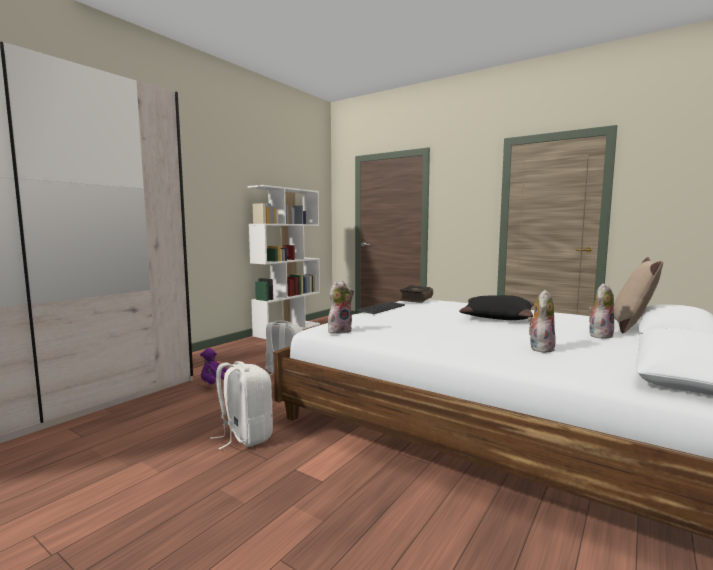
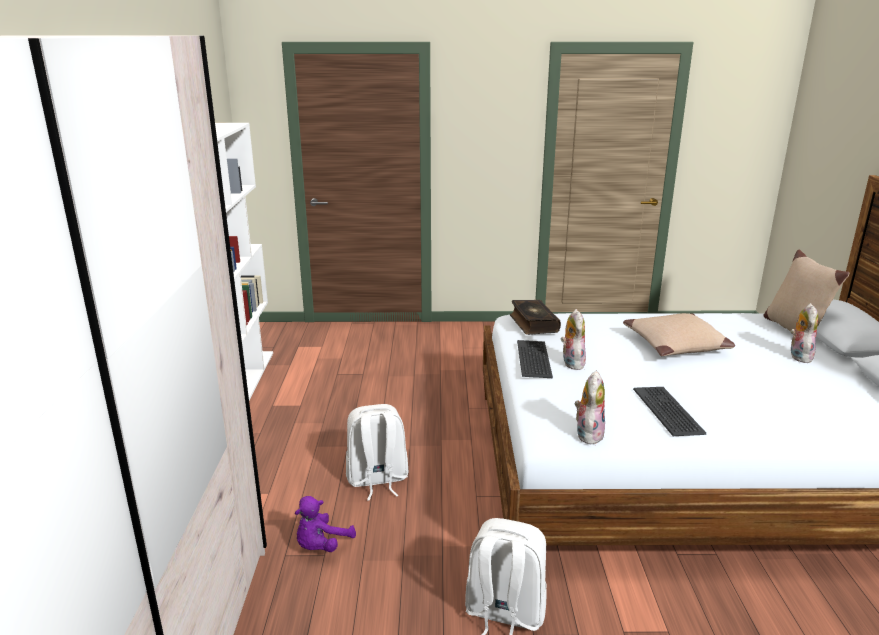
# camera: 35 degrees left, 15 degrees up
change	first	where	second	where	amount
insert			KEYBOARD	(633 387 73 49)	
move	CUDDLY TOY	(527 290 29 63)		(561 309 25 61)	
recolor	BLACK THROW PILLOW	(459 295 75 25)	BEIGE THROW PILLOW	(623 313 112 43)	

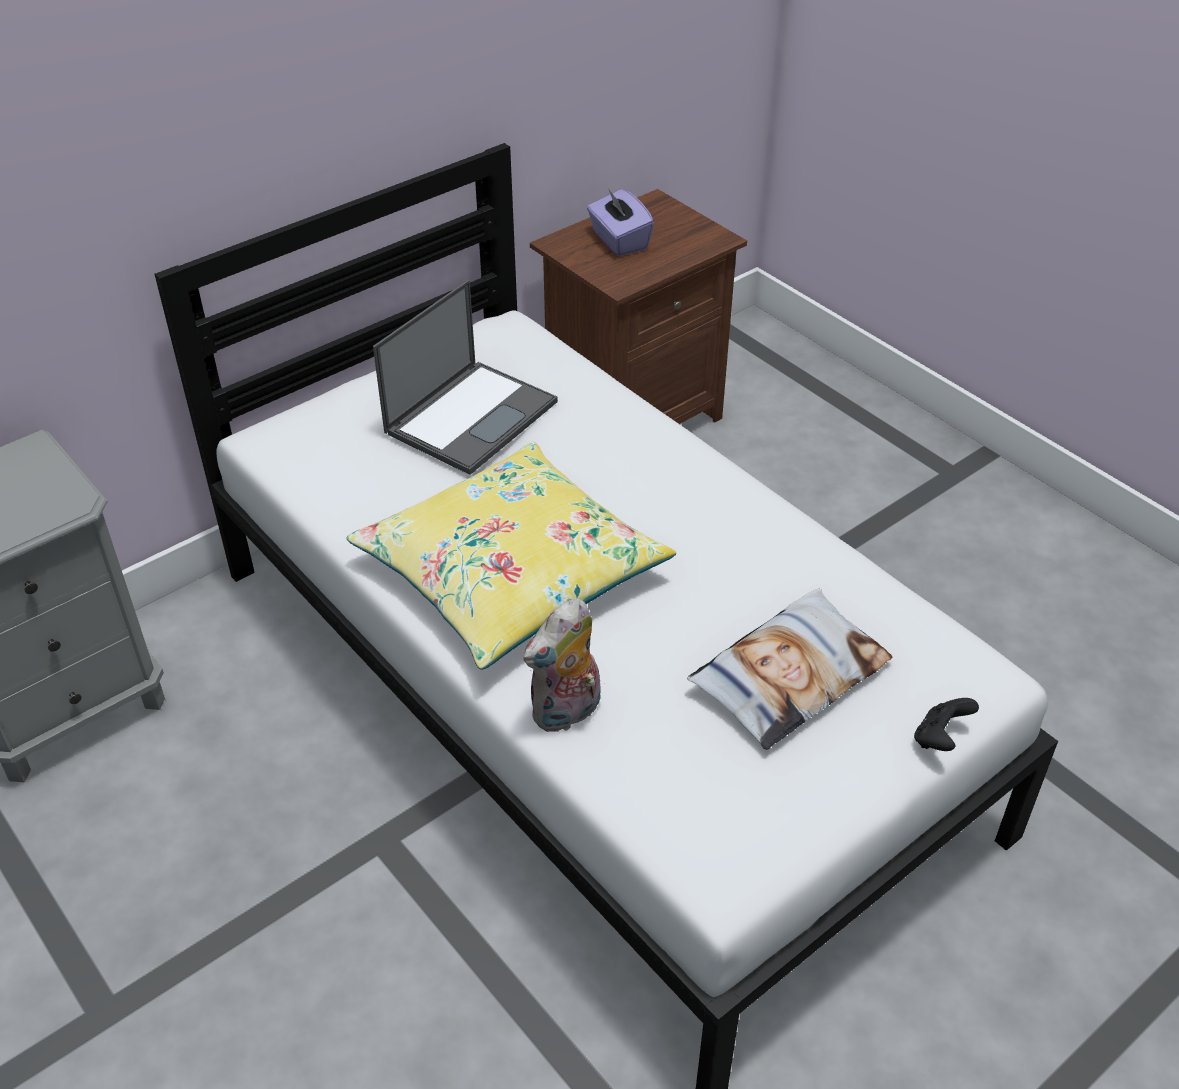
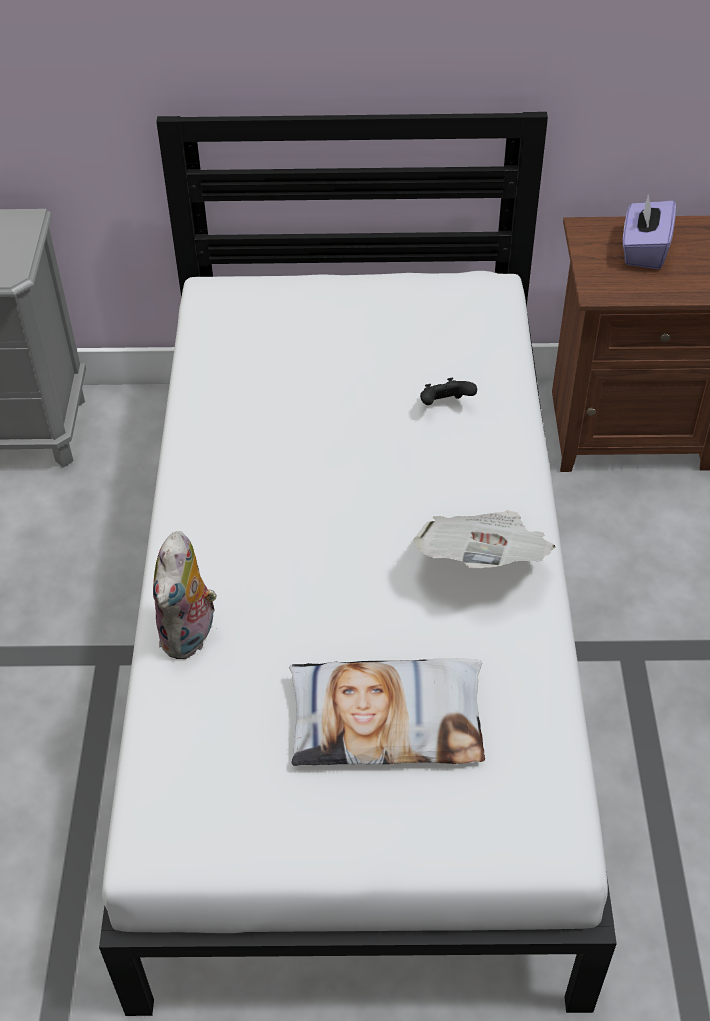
# camera: 40 degrees right, 5 degrees up
change	first	where	second	where	amount
delete	YELLOW-COLOURED THROW PILLOW	(346 442 330 228)			
delete	NOTEBOOK COMPUTER	(373 280 185 195)			
insert			PRINTED PAPER	(413 511 143 57)	
move	BLACK JOYPAD	(914 698 65 53)		(420 378 57 27)	
rotate	CUDDLY TOY	(524 598 77 134)		(153 531 64 128)	75 degrees counterclockwise

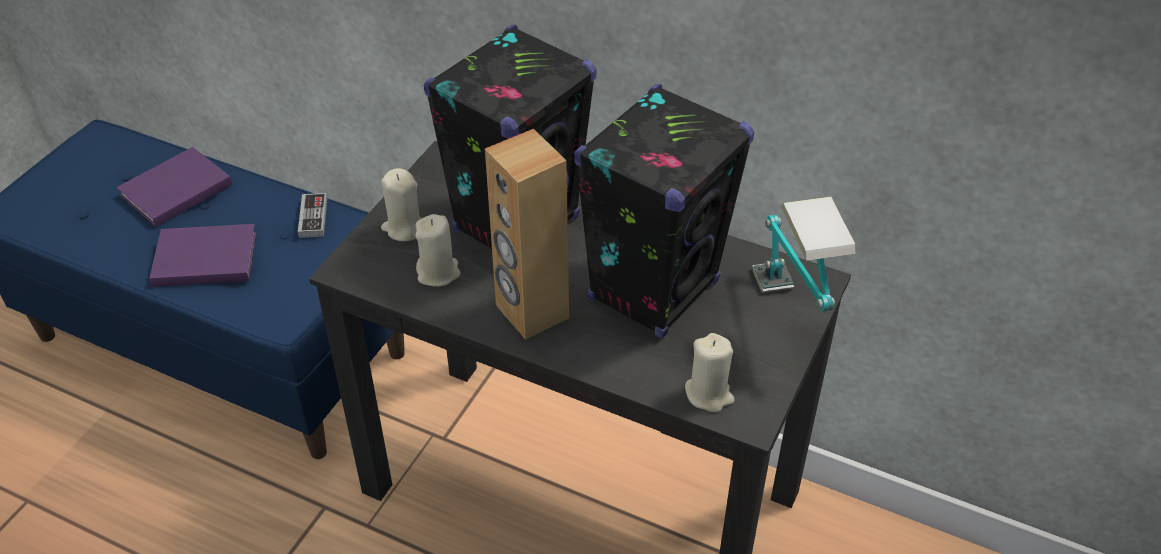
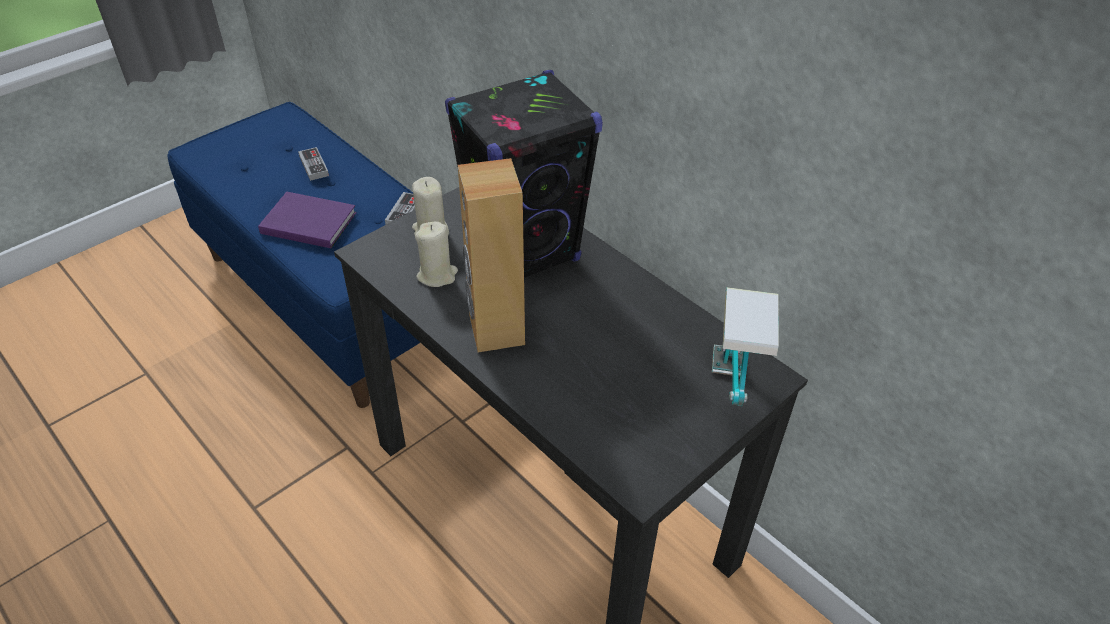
# camera: 20 degrees right, 0 degrees up
change	first	where	second	where	amount
delete	BLACK LOUDSPEAKER	(574 84 180 254)			
delete	BEIGE WAX CANDLE	(685 333 50 80)			
replace	PURPLE VOLUME	(116 147 116 80)	JOYPAD	(298 147 31 34)	

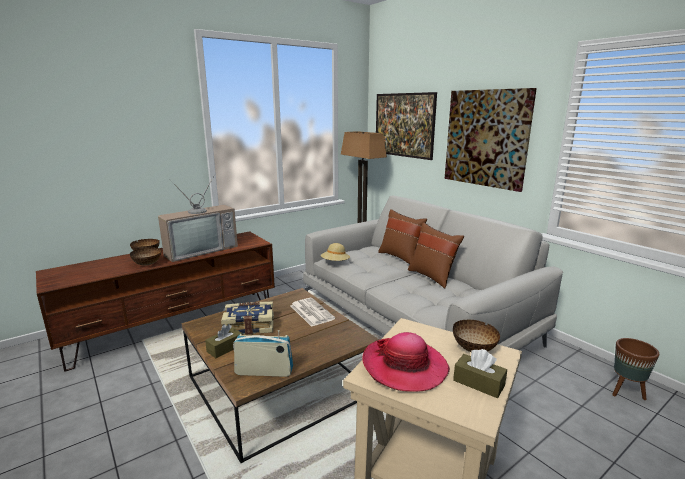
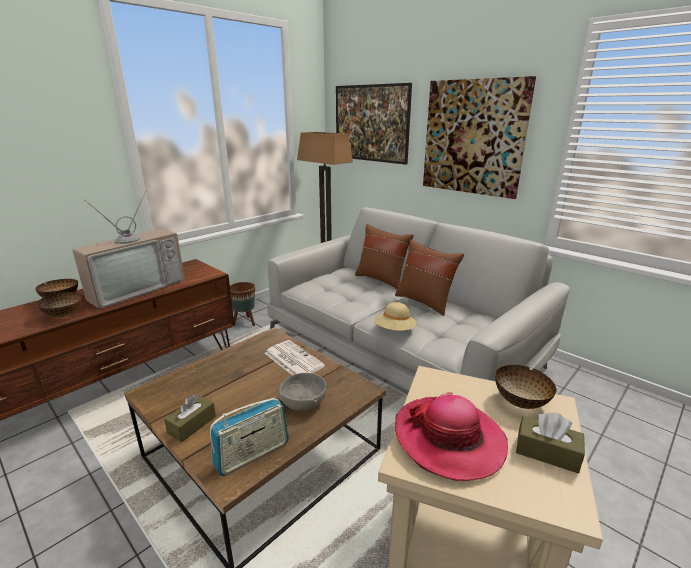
# camera: 10 degrees left, 5 degrees up
change	first	where	second	where	amount
delete	VOLUME	(221 302 53 33)			
insert			GREYISH BOWL	(279 373 47 38)	
move	BEIGE CLOTHING HAT	(321 243 29 18)		(374 302 43 29)	
move	BROWN FLOWER POT	(612 338 47 62)		(230 282 25 44)	
rotate	RADIO	(233 330 60 47)		(210 398 79 78)	150 degrees clockwise

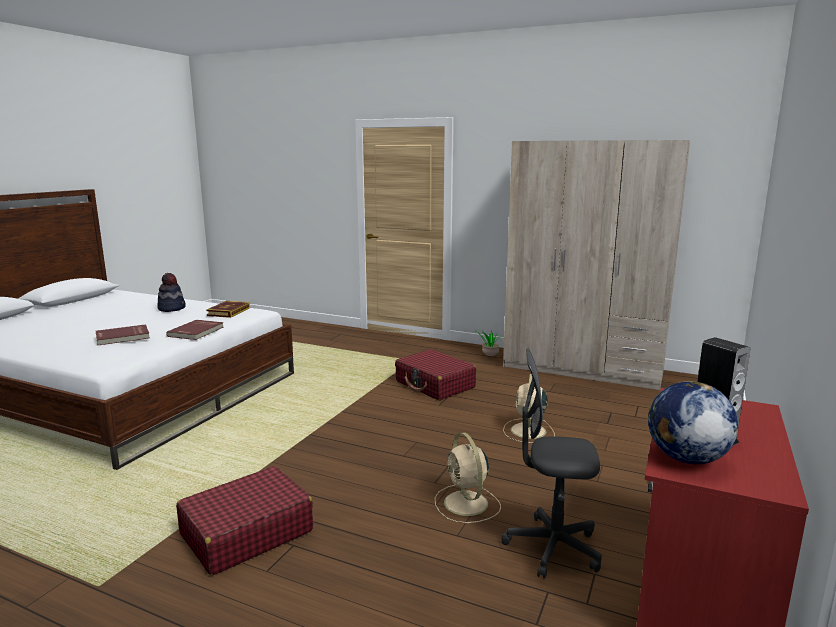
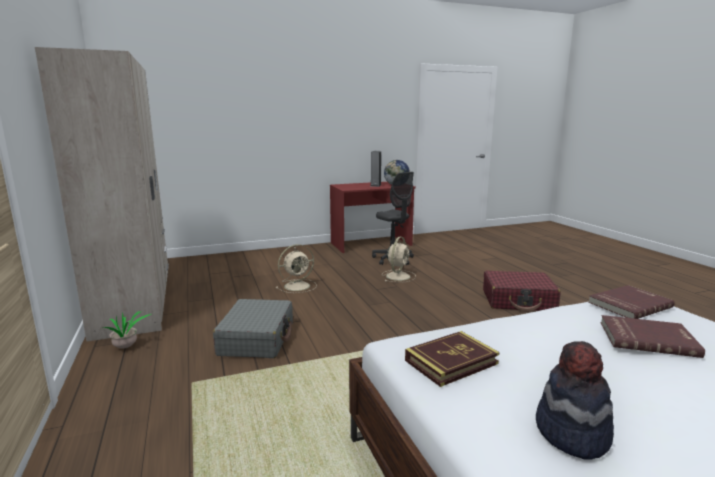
# camera: 135 degrees left, 0 degrees up
change	first	where	second	where	amount
move	RED-COLOURED VOLUME	(166 320 58 20)		(588 285 87 34)	
recolor	RED-COLOURED TRAVEL CASE	(395 349 81 52)	GREYISH TRAVEL CASE	(213 299 80 59)	

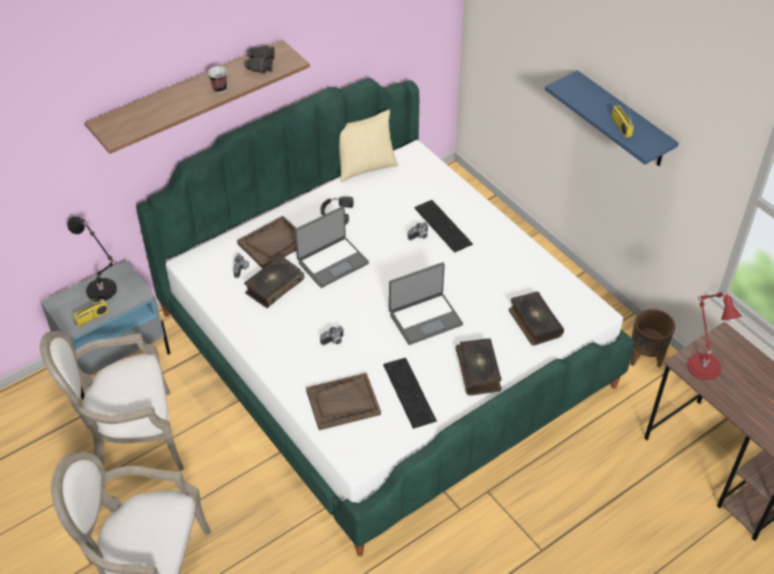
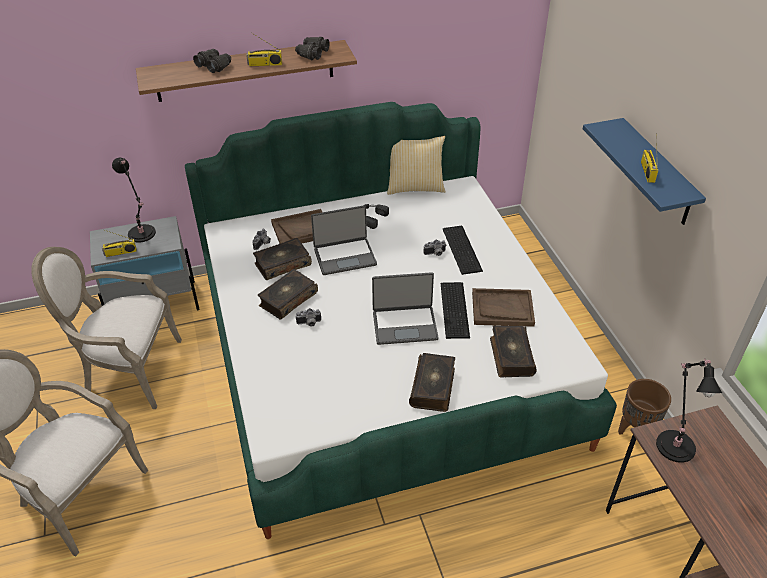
# camera: 20 degrees right, 5 degrees down
change	first	where	second	where	amount
insert			BLACK FIELD GLASSES	(193 49 38 24)	
insert			VOLUME	(258 269 60 51)	
move	BROWN TRAY	(306 373 75 57)		(472 288 63 39)	
move	KEYBOARD	(383 358 54 71)		(441 282 29 57)	
replace	CUP	(208 66 19 27)	RADIO	(246 33 36 33)	
recolor	RED-COLOURED LAMP FOR A TABLE	(688 291 54 89)	BLACK LAMP FOR A TABLE	(656 358 66 105)	

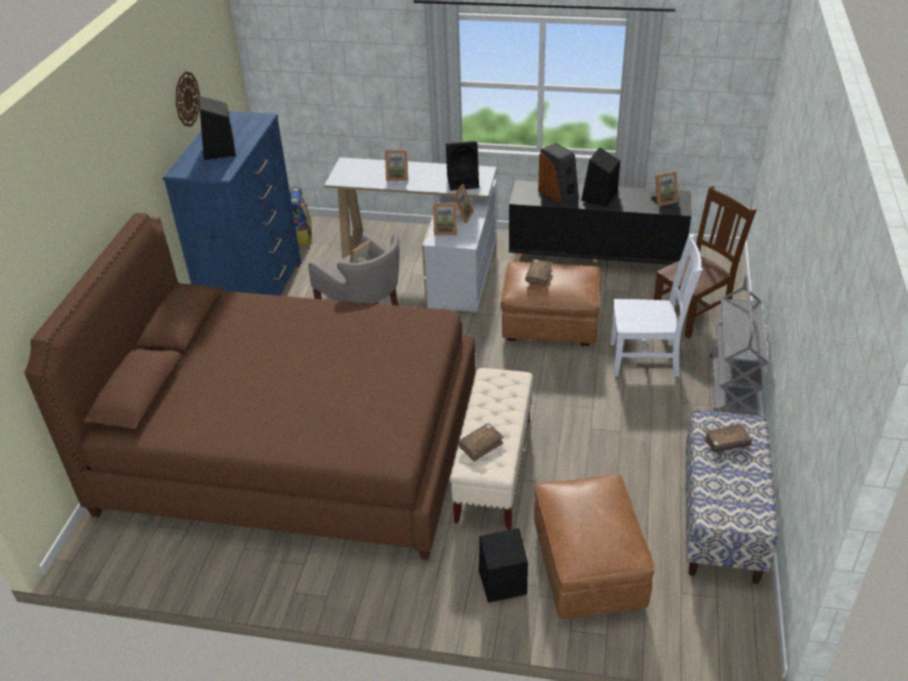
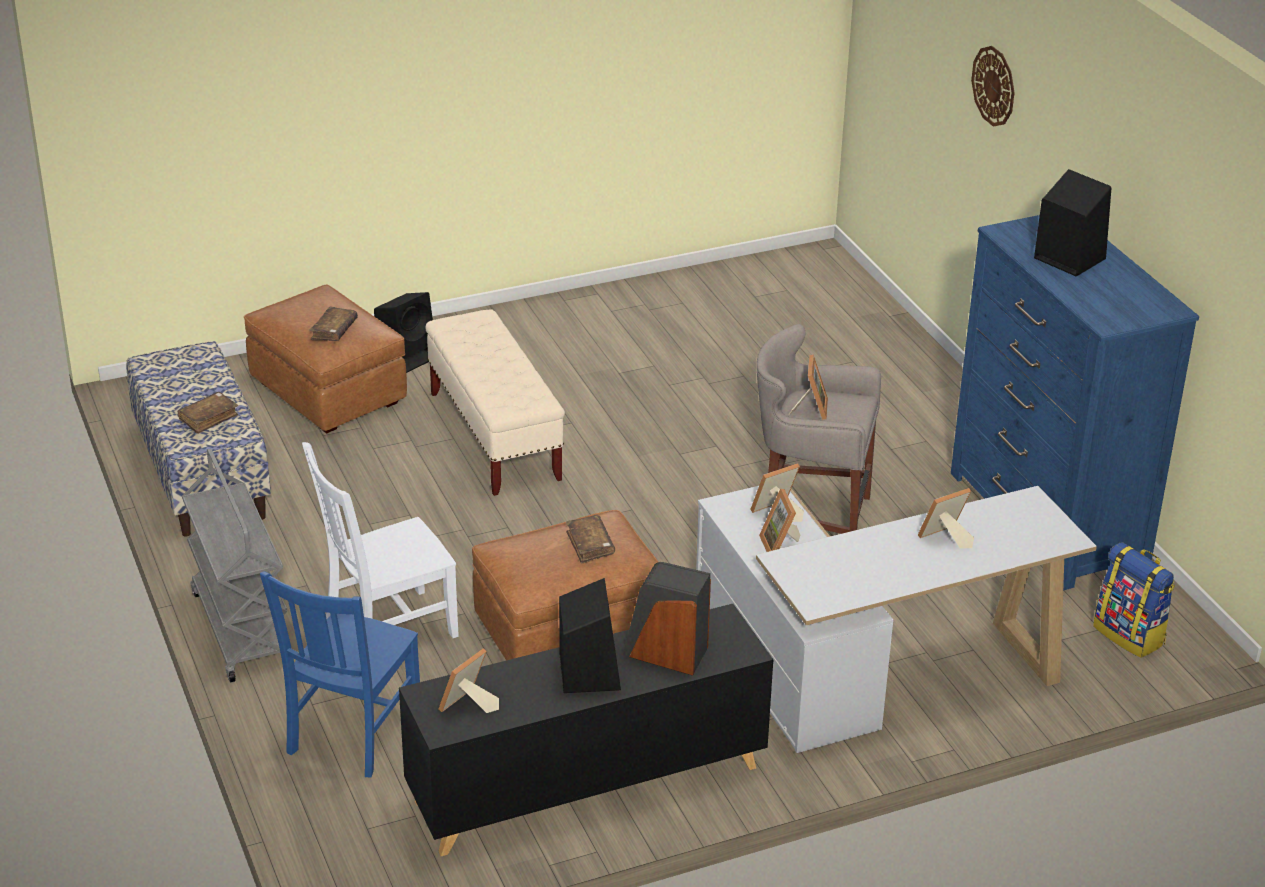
# camera: 145 degrees right, 5 degrees down
change	first	where	second	where	amount
delete	BROWN BEDROOM BED	(24 213 452 347)			
delete	BLACK LOUDSPEAKER	(446 141 33 50)			
move	HANGING CLOCK	(176 71 24 56)		(971 46 44 80)	
move	BROWN VOLUME	(458 423 46 38)		(309 307 49 34)	
recolor	BROWN PLAIN CHAIR	(654 185 103 154)	BLUISH PLAIN CHAIR	(260 571 160 207)	

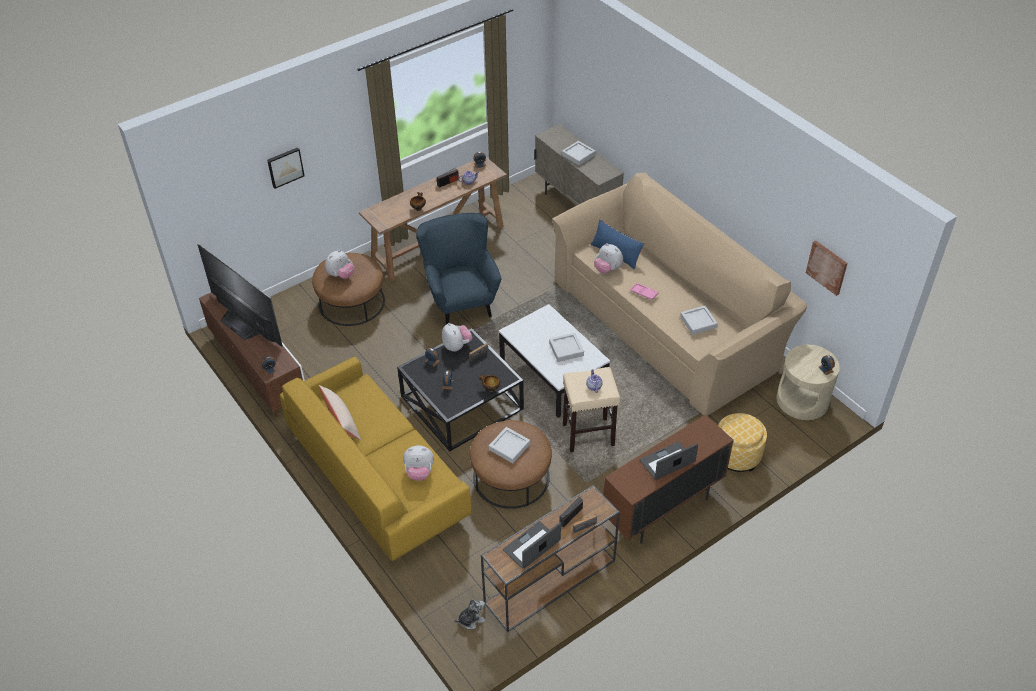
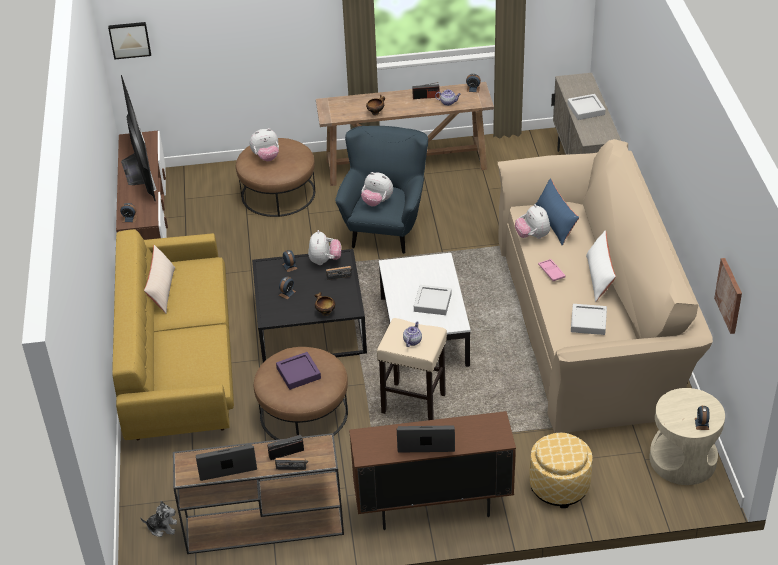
# camera: 30 degrees right, 5 degrees down
change	first	where	second	where	amount
insert			WHITISH THROW PILLOW	(586 230 30 72)	
move	PICTURE	(267 147 38 42)		(108 22 43 38)	
move	CUDDLY TOY	(403 445 31 36)		(361 172 32 34)	
recolor	GREYISH TRAY	(489 427 41 36)	PURPLE TRAY	(276 352 45 38)	

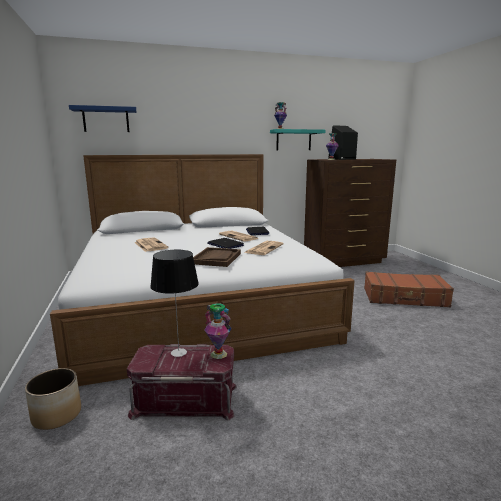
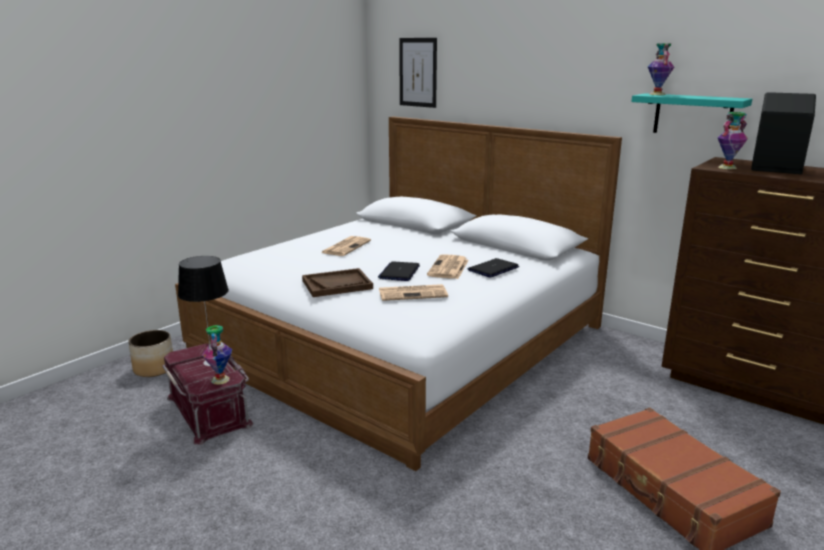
# camera: 55 degrees right, 5 degrees up
change	first	where	second	where	amount
replace	BLUISH BRACKET SHELF	(69 105 68 27)	PICTURE	(399 38 38 70)	

